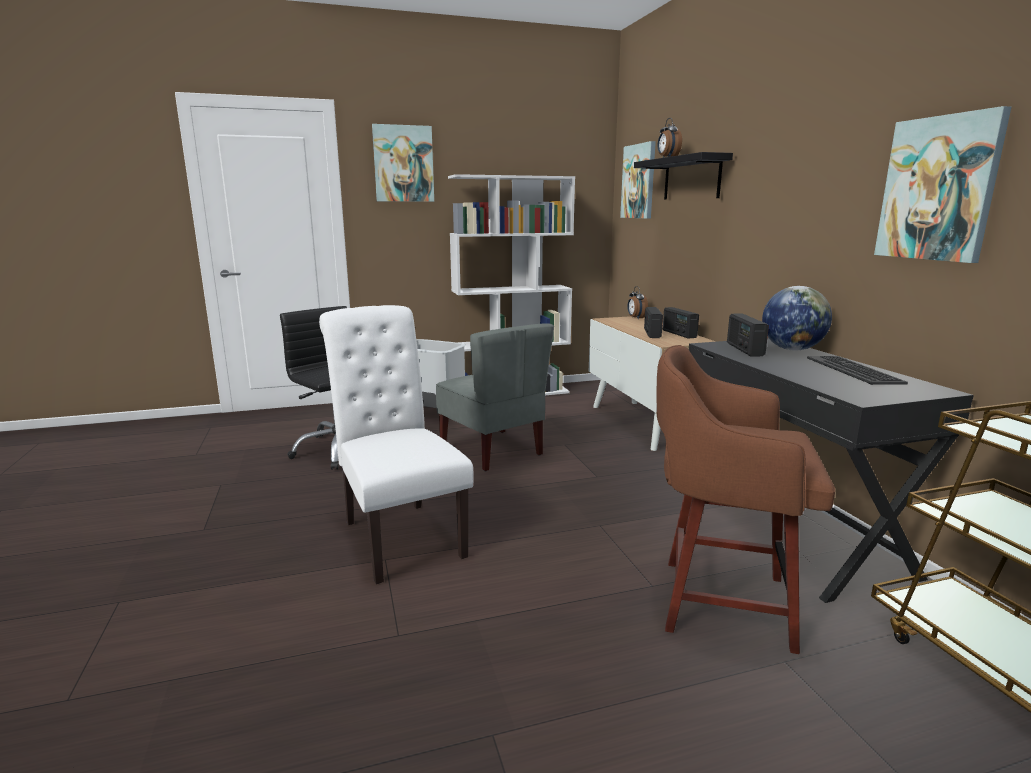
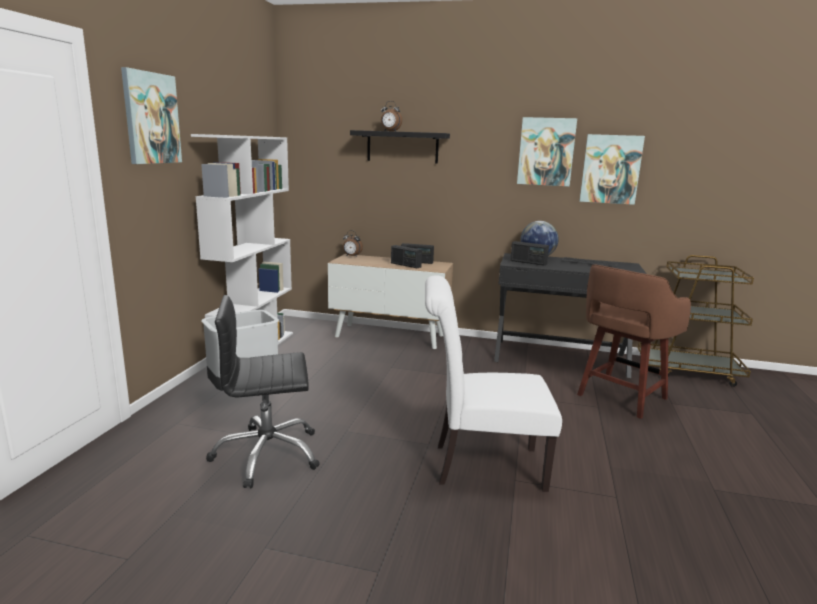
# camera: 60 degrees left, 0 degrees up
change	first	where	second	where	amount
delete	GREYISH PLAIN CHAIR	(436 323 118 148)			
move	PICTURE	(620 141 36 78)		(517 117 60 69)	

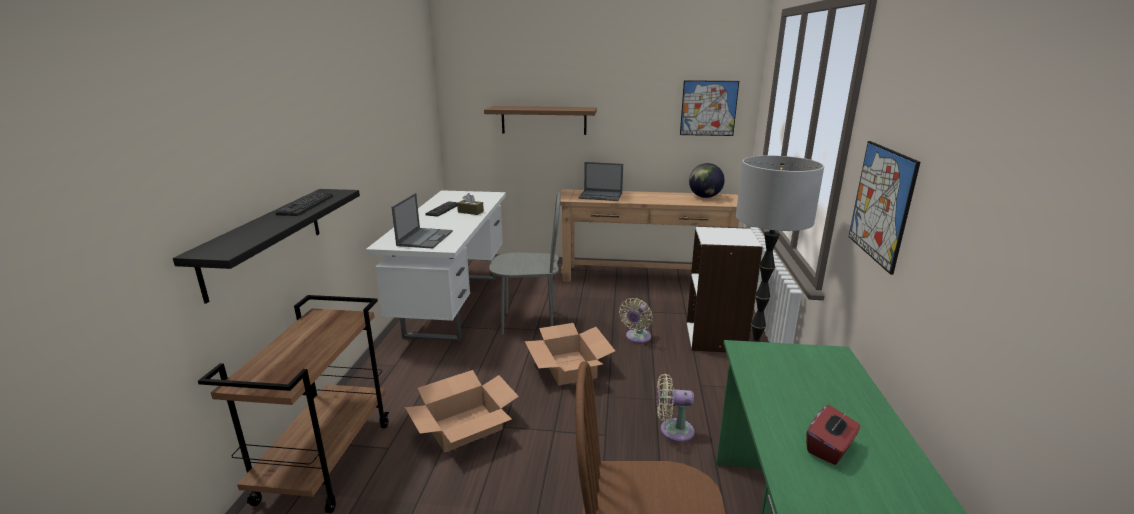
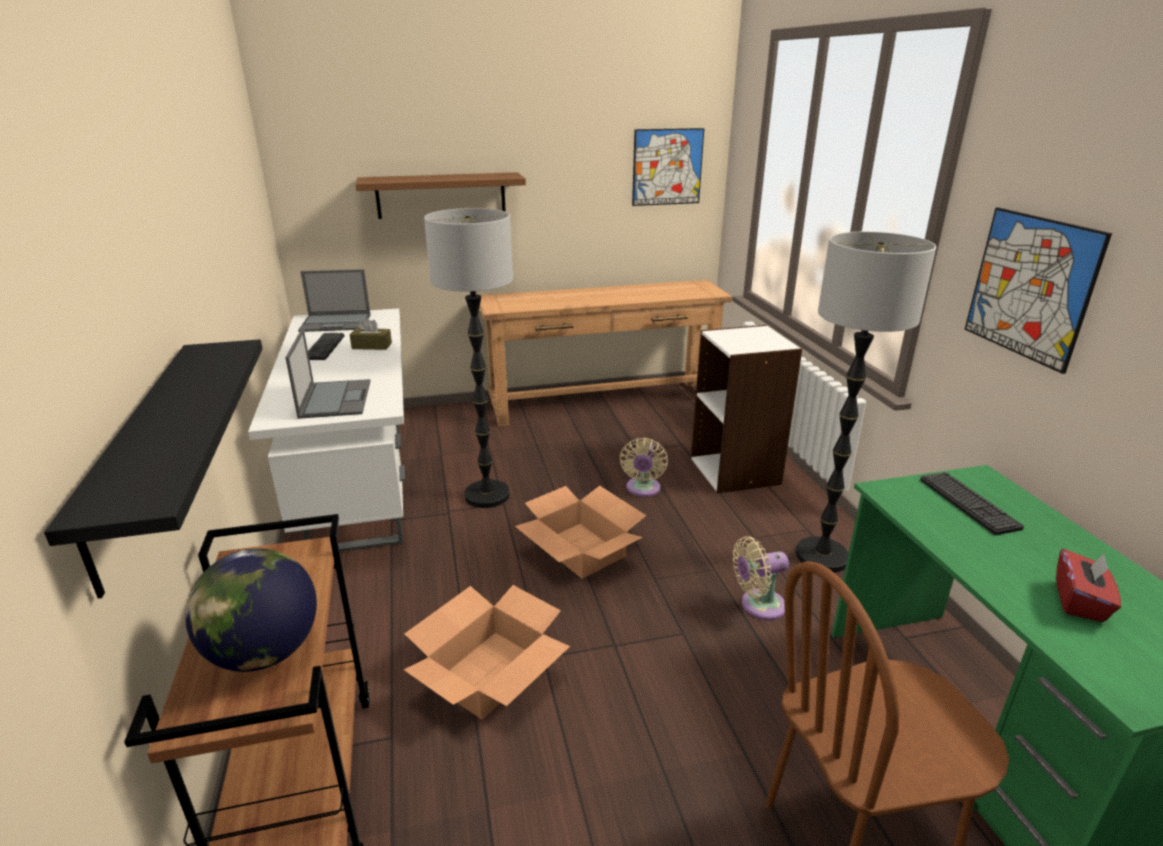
# camera: 20 degrees left, 5 degrees up
change	first	where	second	where	amount
move	KEYBOARD	(276 193 57 23)		(920 472 104 63)	
move	NOTEBOOK COMPUTER	(578 162 45 39)		(298 269 73 63)	
move	DESK GLOBE	(689 163 36 35)		(185 548 132 124)	
replace	GREYISH PLAIN CHAIR	(489 192 72 143)	STANDING LAMP	(424 208 89 300)	

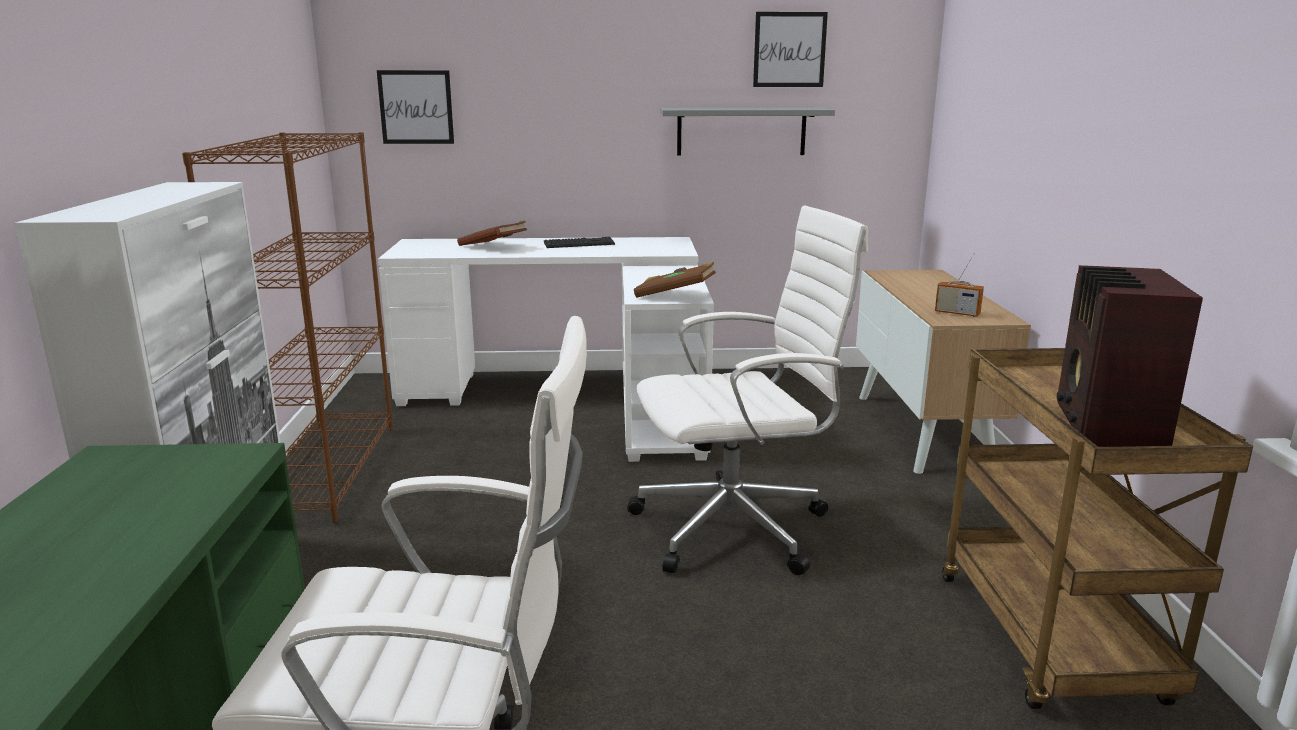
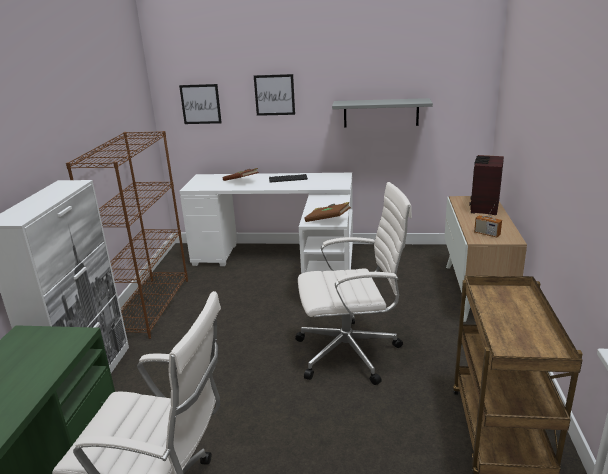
# camera: 10 degrees right, 5 degrees up
change	first	where	second	where	amount
move	PICTURE	(753 12 75 75)		(254 74 41 42)	
move	RADIO	(1057 265 146 182)		(469 155 35 60)	

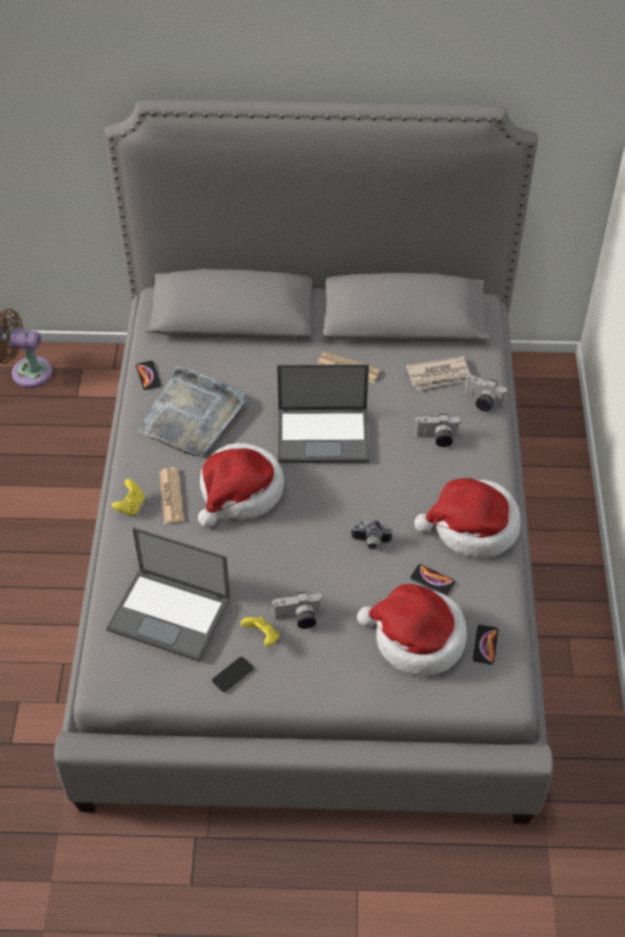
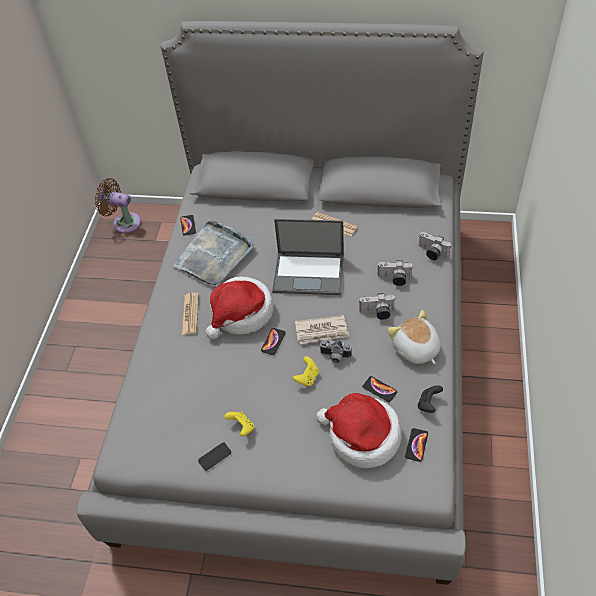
# camera: 10 degrees right, 0 degrees up
change	first	where	second	where	amount
delete	NOTEBOOK COMPUTER	(106 527 124 134)			
insert			HANDSET	(261 328 25 27)	
insert			BLACK JOYPAD	(418 385 25 28)	
move	YELLOW-COLOURED JOYPAD	(112 479 33 37)		(293 356 26 30)	
move	STILL CAMERA	(272 592 51 37)		(359 293 36 27)	
move	PRINTED PAPER	(406 356 65 34)		(295 315 54 29)	
replace	CLOTHING HAT	(414 478 107 80)	CUDDLY TOY	(388 310 53 54)	

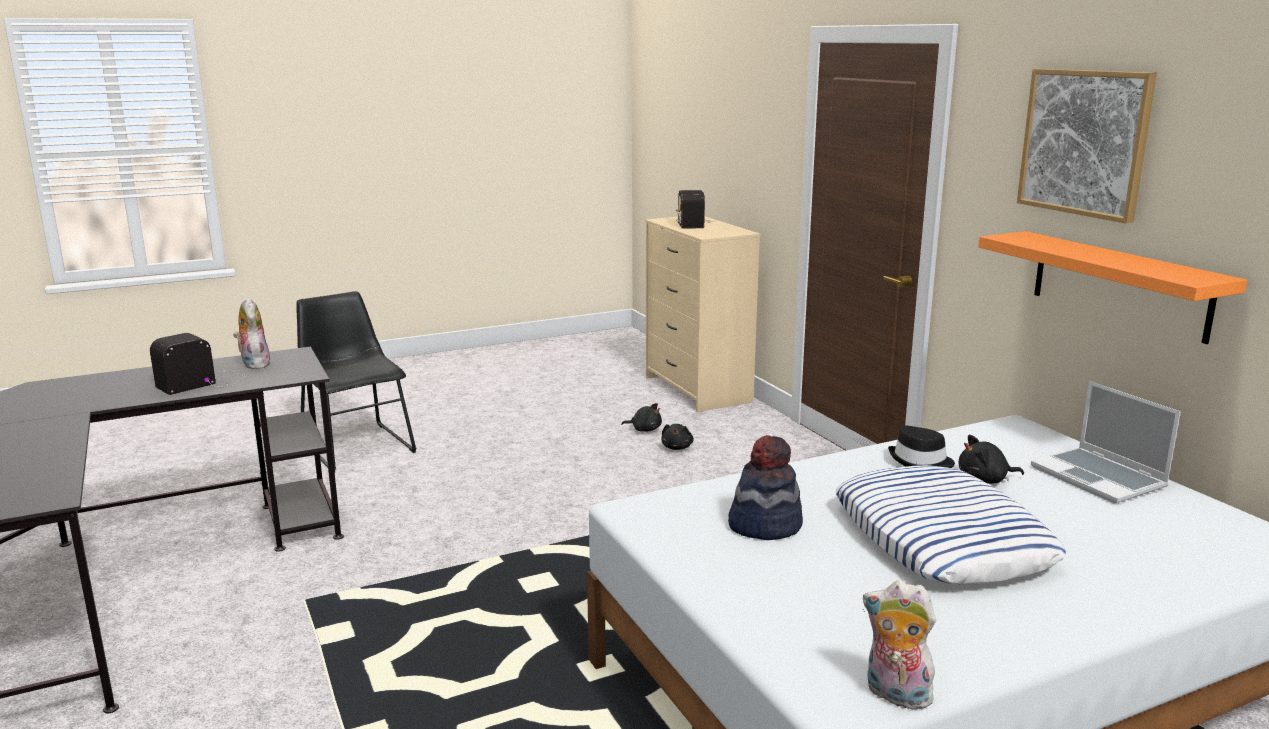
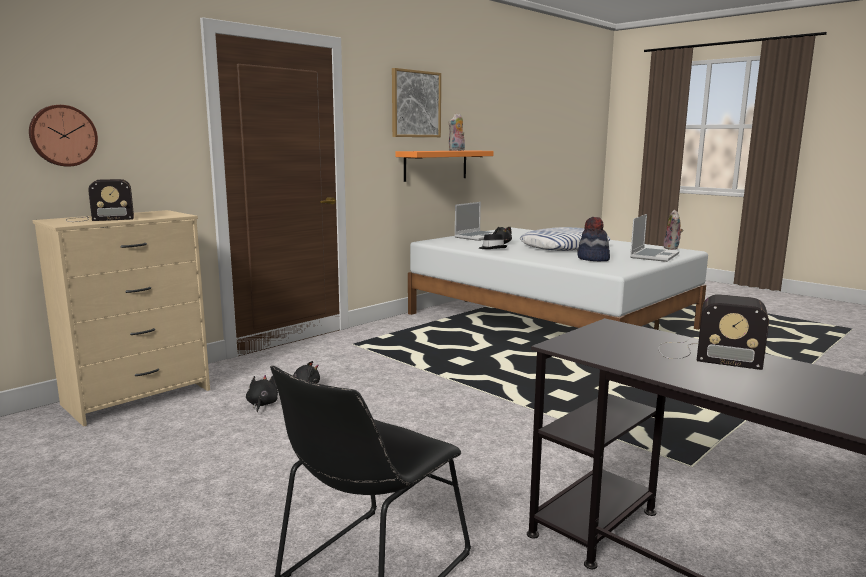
# camera: 110 degrees left, 5 degrees down
change	first	where	second	where	amount
insert			HANGING CLOCK	(29 105 69 62)	
insert			NOTEBOOK COMPUTER	(630 214 49 48)	
move	CUDDLY TOY	(233 296 39 73)		(449 113 16 38)	

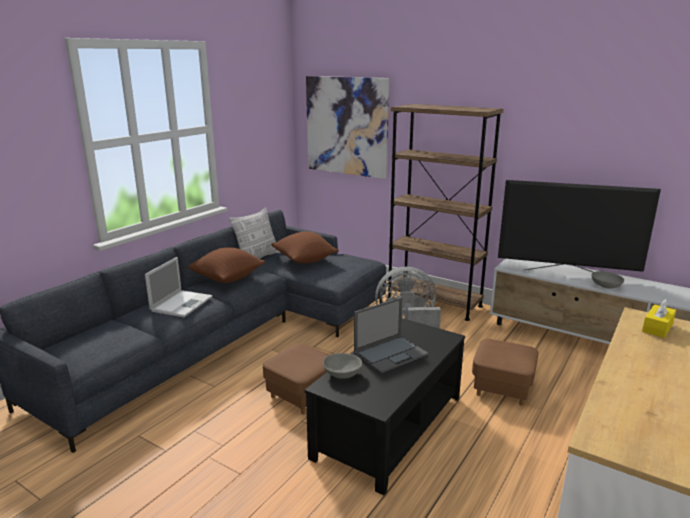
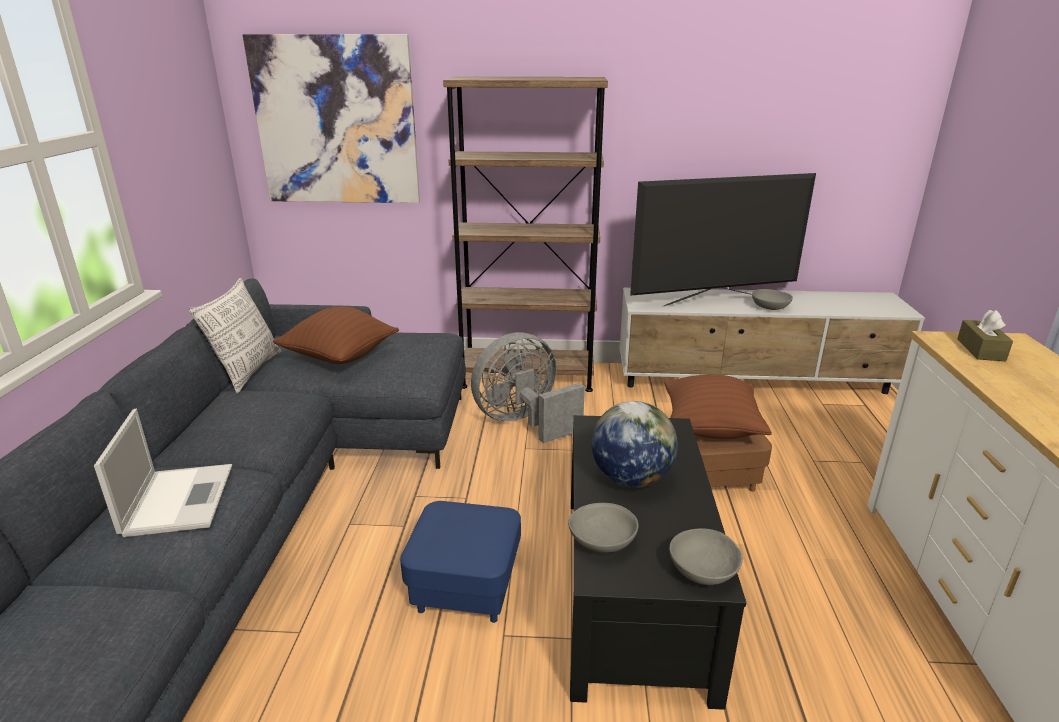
# camera: 30 degrees left, 5 degrees up
change	first	where	second	where	amount
insert			GREYISH BOWL	(669 528 74 57)	
move	BROWN THROW PILLOW	(189 247 76 36)		(664 374 108 65)	
replace	NOTEBOOK COMPUTER	(354 297 75 76)	DESK GLOBE	(591 401 87 87)	
recolor	BROWN FOOTREST	(263 343 67 71)	BLUISH FOOTREST	(400 501 121 122)	
recolor	YELLOW-COLOURED BOX OF TISSUES	(642 299 34 39)	BROWN BOX OF TISSUES	(957 310 56 51)	

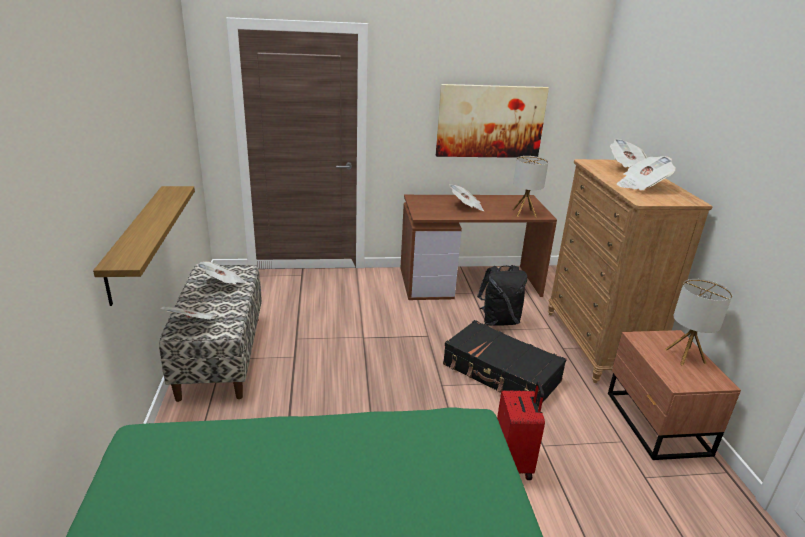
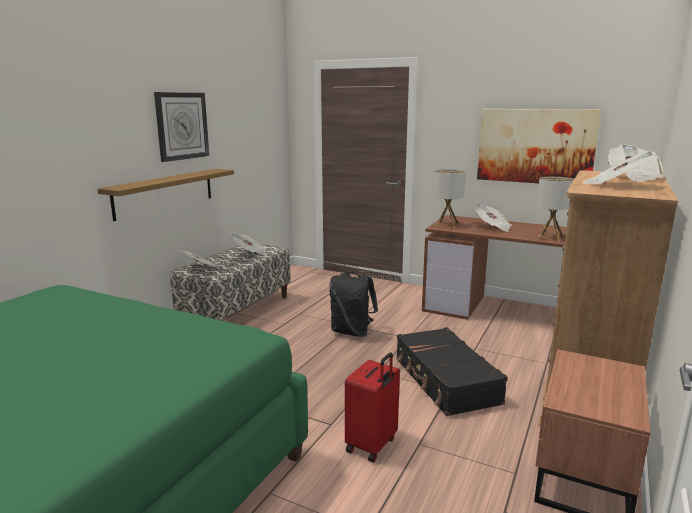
# camera: 35 degrees right, 10 degrees down
change	first	where	second	where	amount
insert			HANGING CLOCK	(154 92 55 70)	
move	BLACK BACKPACK	(477 265 50 61)		(329 272 49 65)	
move	LAMP FOR A TABLE	(665 279 67 86)		(434 169 32 59)	

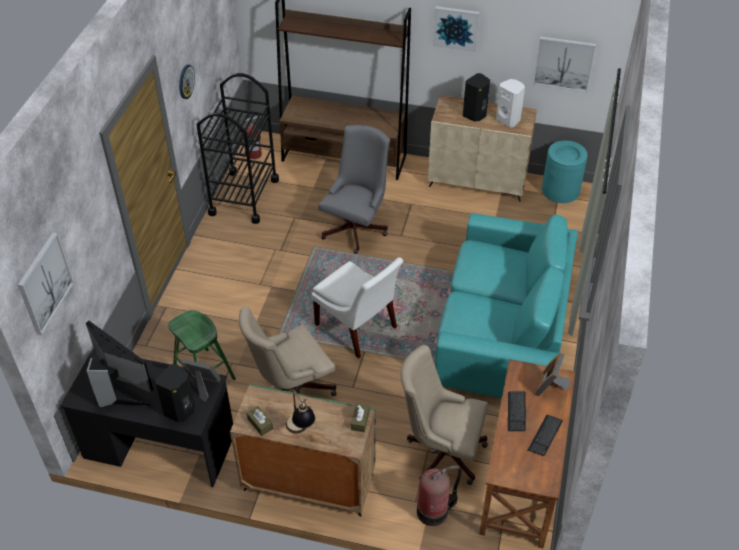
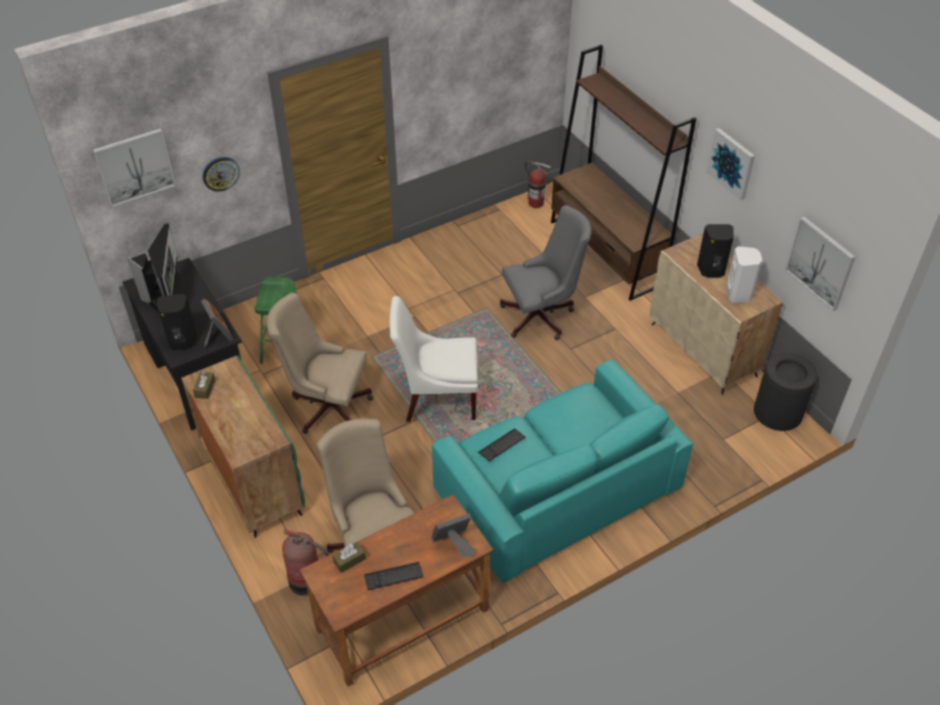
# camera: 45 degrees right, 0 degrees up
change	first	where	second	where	amount
delete	BLACK WHEELED CART	(197 73 82 151)			
delete	LAMP FOR A TABLE	(286 393 29 41)			
move	HANGING CLOCK	(179 64 16 35)		(202 157 38 35)	
move	BROWN BOX OF TISSUES	(351 403 18 29)		(332 541 34 32)	
move	KEYBOARD	(508 391 18 40)		(478 428 47 33)	
recolor	TURQUOISE RUBBISH BIN	(542 140 46 63)	BLACK RUBBISH BIN	(754 353 63 78)	
rotate	WHITISH PLAIN CHAIR	(312 257 91 101)		(390 296 88 126)	90 degrees clockwise

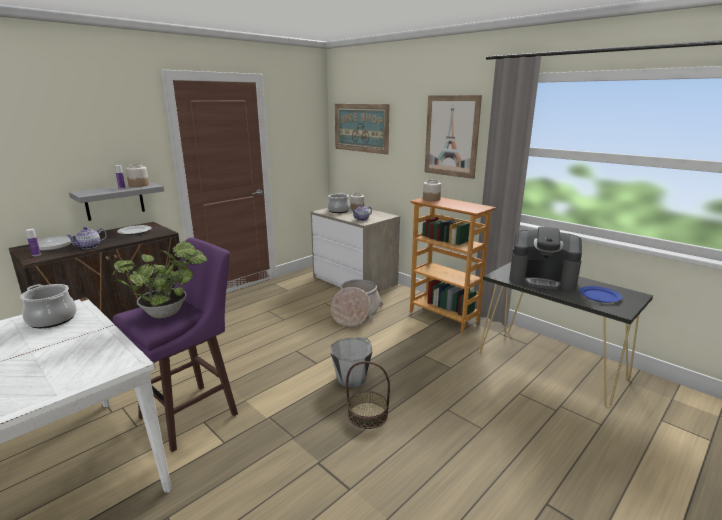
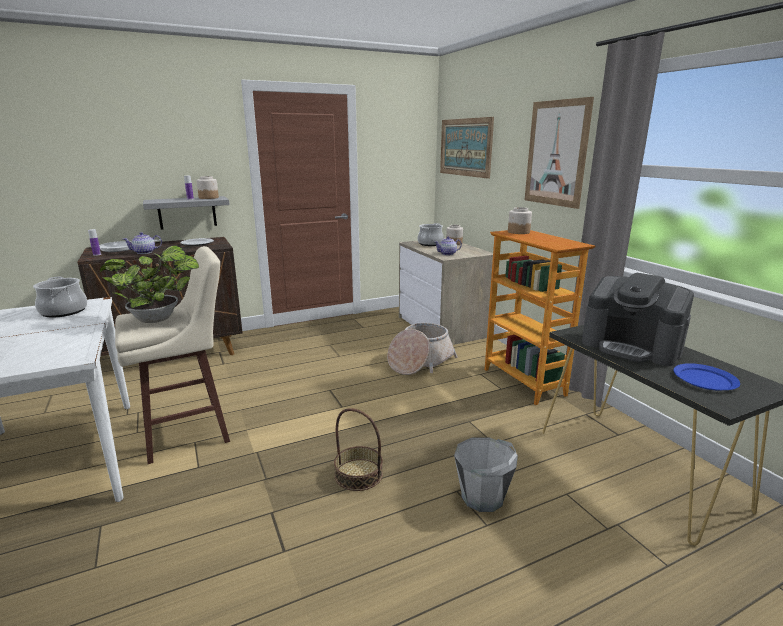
# camera: 20 degrees right, 0 degrees up
change	first	where	second	where	amount
move	GREYISH BUCKET	(330 337 42 51)		(454 438 64 74)	
recolor	PURPLE SITTING STOOL	(113 238 125 214)	BEIGE SITTING STOOL	(115 246 115 218)	

